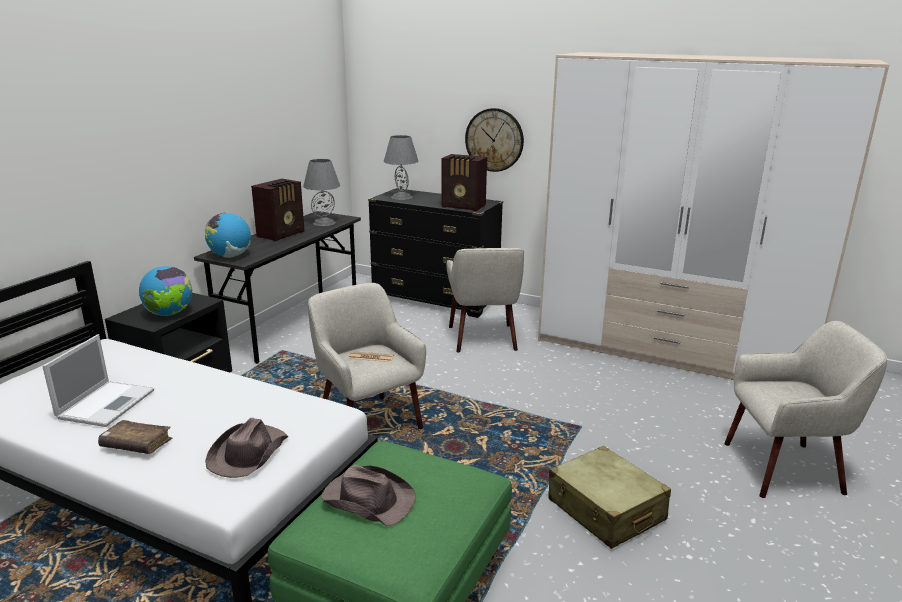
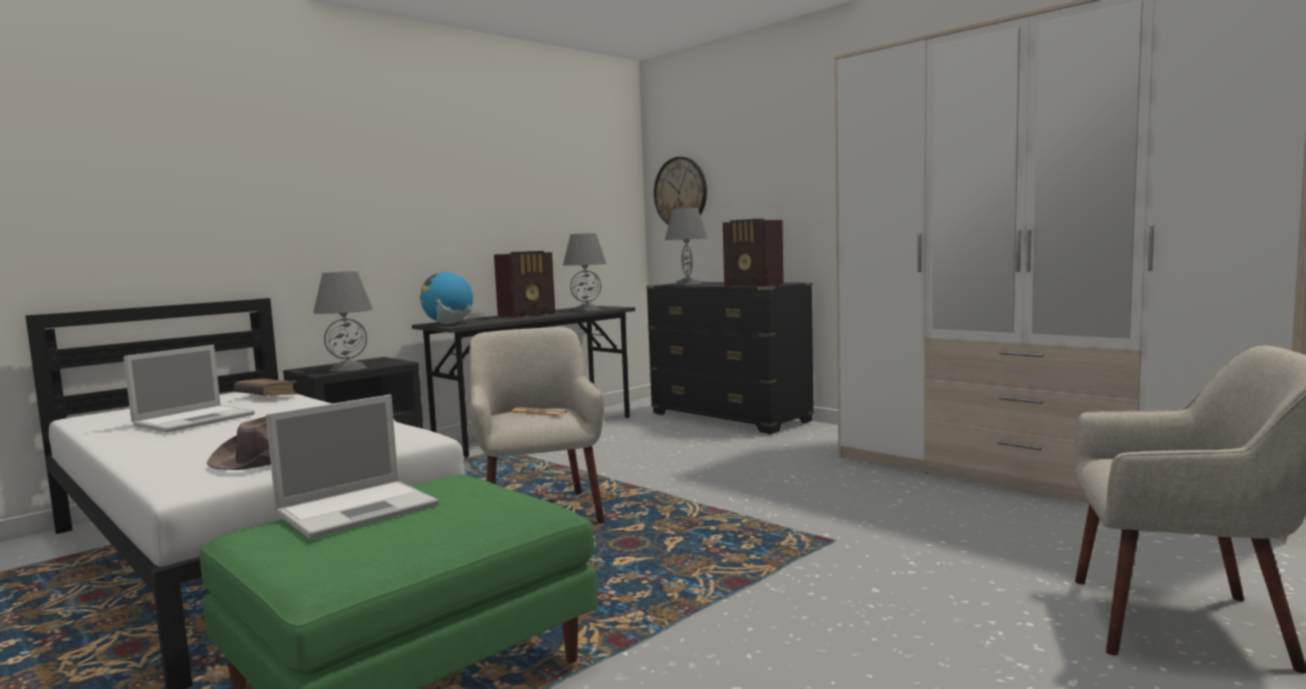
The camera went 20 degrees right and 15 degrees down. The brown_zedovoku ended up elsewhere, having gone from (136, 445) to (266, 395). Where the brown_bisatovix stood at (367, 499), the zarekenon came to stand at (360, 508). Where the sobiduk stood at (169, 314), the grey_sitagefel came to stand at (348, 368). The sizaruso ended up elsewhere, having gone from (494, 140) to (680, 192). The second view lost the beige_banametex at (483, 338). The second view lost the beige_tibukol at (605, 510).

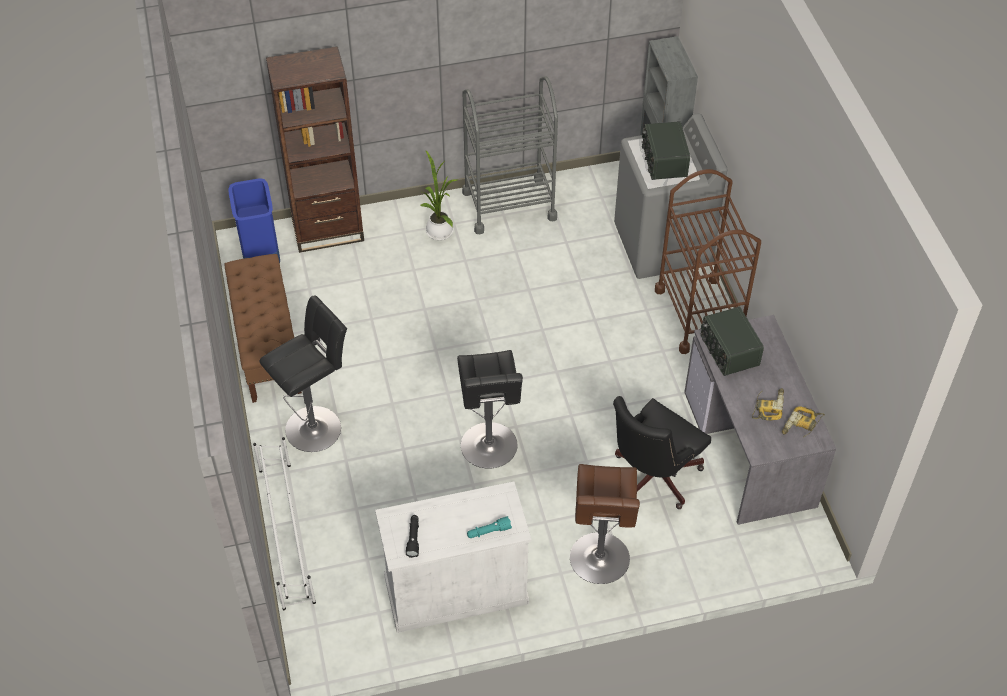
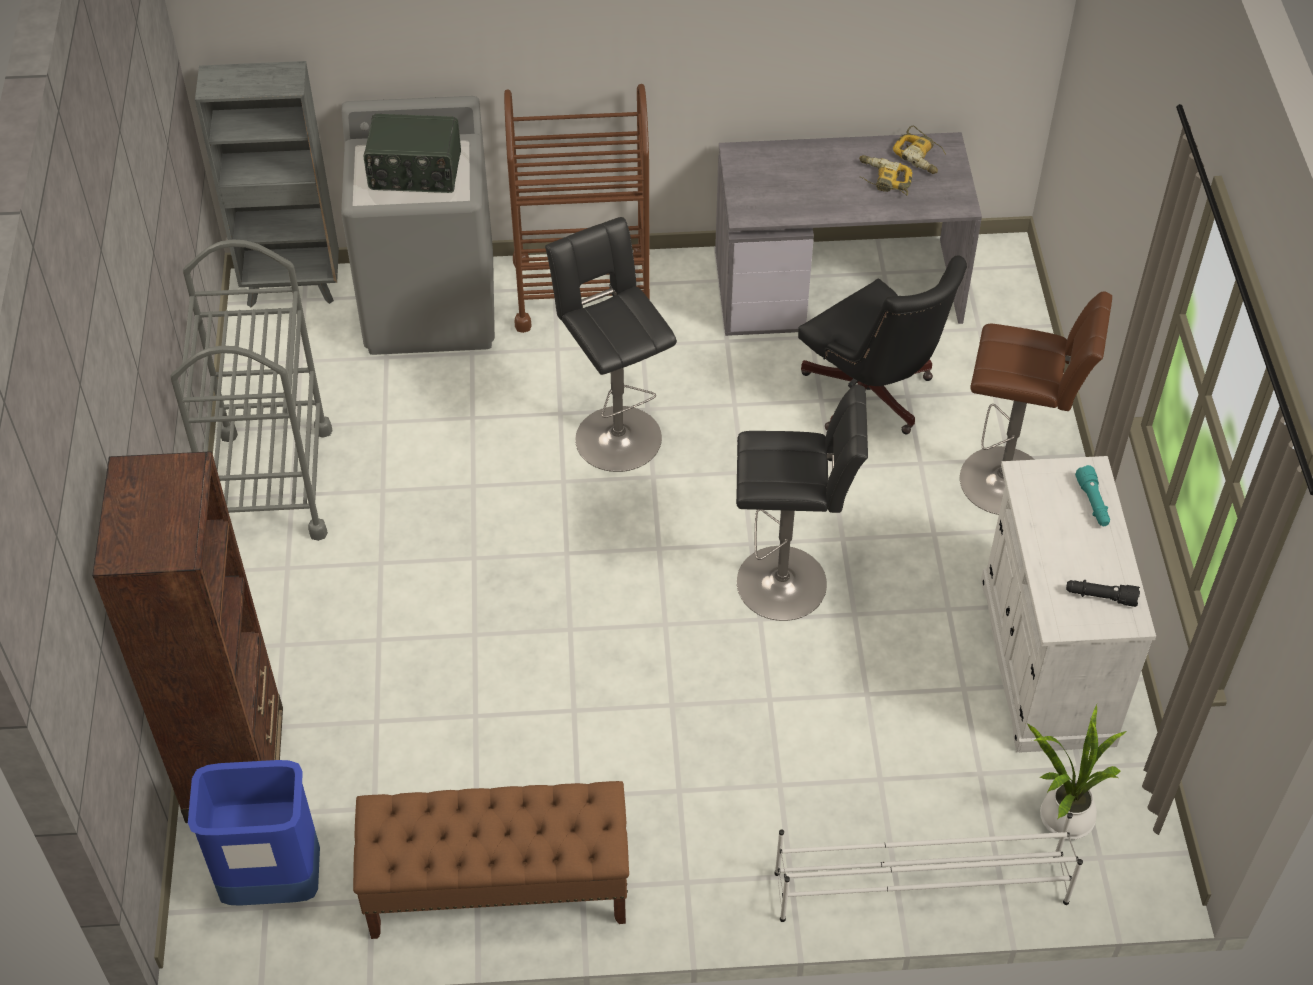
The camera went 80 degrees left and 0 degrees up. The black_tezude ended up elsewhere, having gone from (316, 426) to (615, 434). The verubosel ended up elsewhere, having gone from (439, 229) to (1061, 817). The second view lost the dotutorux at (728, 351).

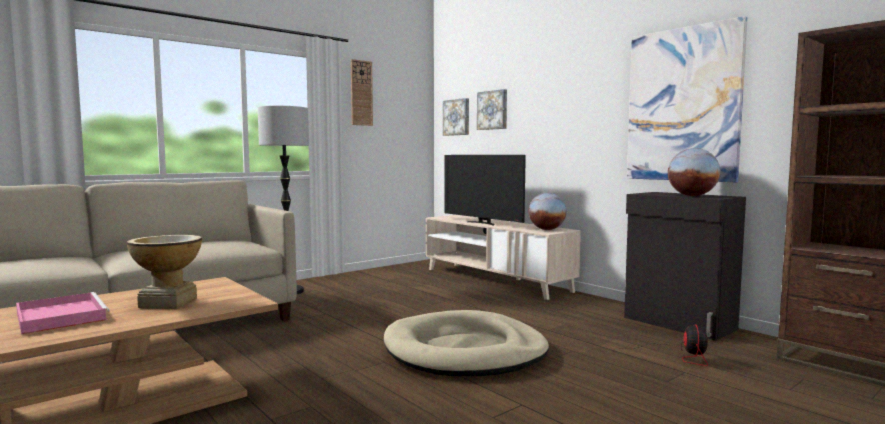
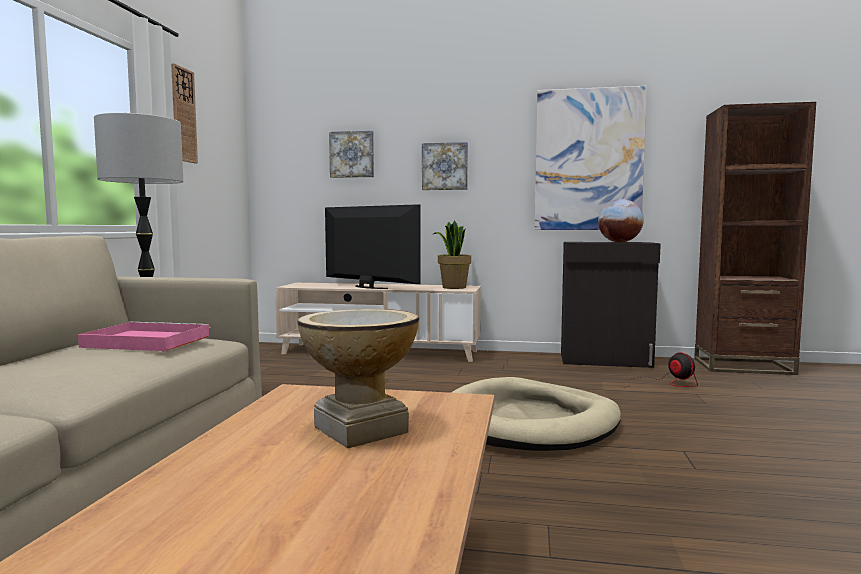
The camera went 40 degrees left and 0 degrees up. The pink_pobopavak ended up elsewhere, having gone from (60, 316) to (145, 341). The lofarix at (483, 223) ended up facing another way, 150 degrees counterclockwise from before. The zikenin ended up elsewhere, having gone from (457, 117) to (445, 166). Where the sobiduk stood at (546, 229), the verubosel came to stand at (453, 287).

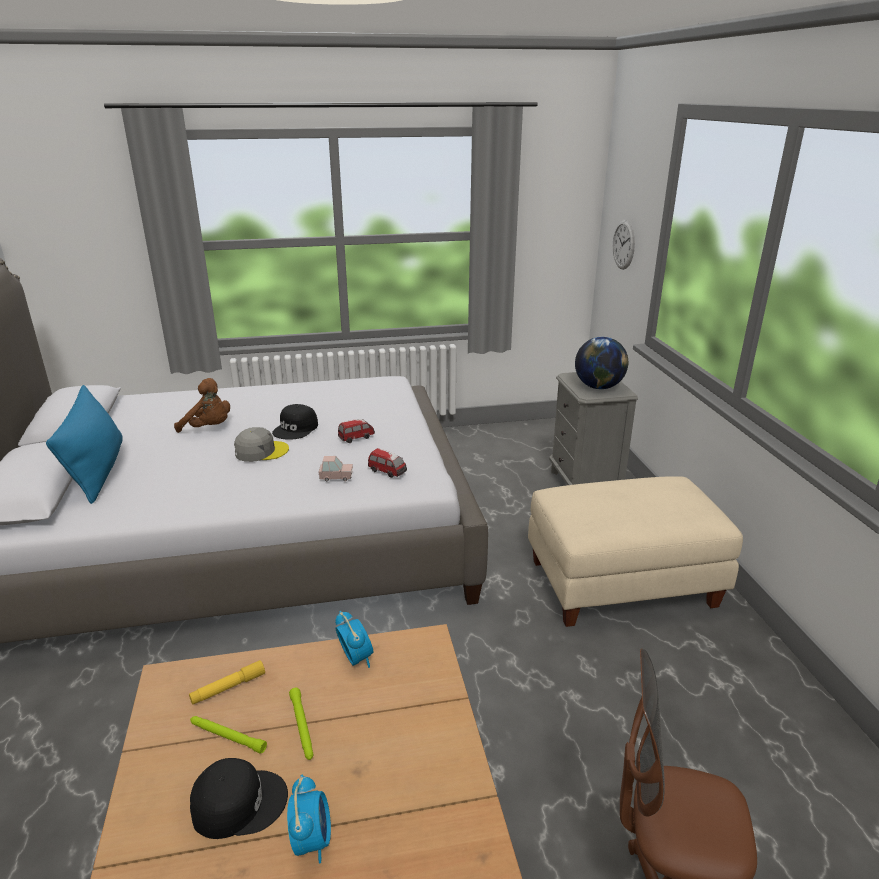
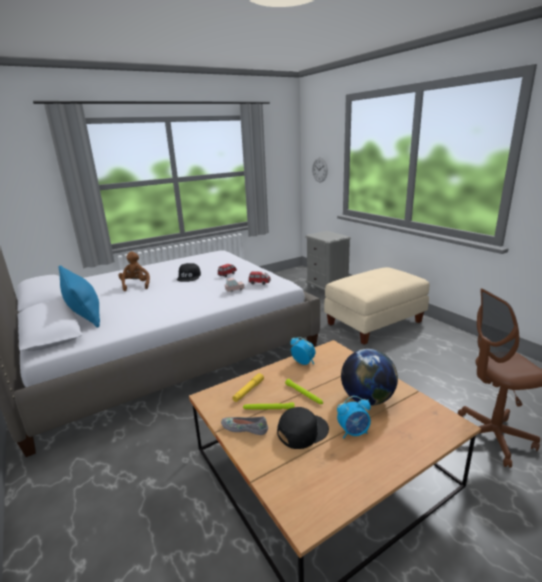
The camera went 20 degrees left and 5 degrees down. The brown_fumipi at (209, 428) ended up facing another way, 105 degrees counterclockwise from before. The second view gained the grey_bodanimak at (244, 428). The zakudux at (312, 840) ended up facing another way, 105 degrees clockwise from before. The sobiduk ended up elsewhere, having gone from (598, 387) to (367, 399). The second view lost the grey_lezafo at (261, 451).

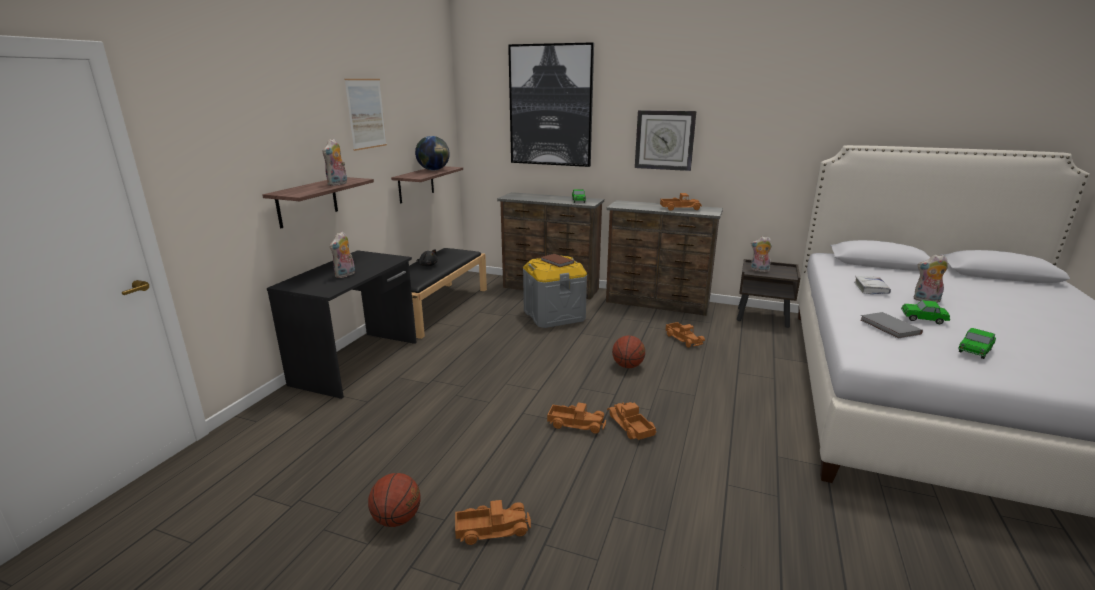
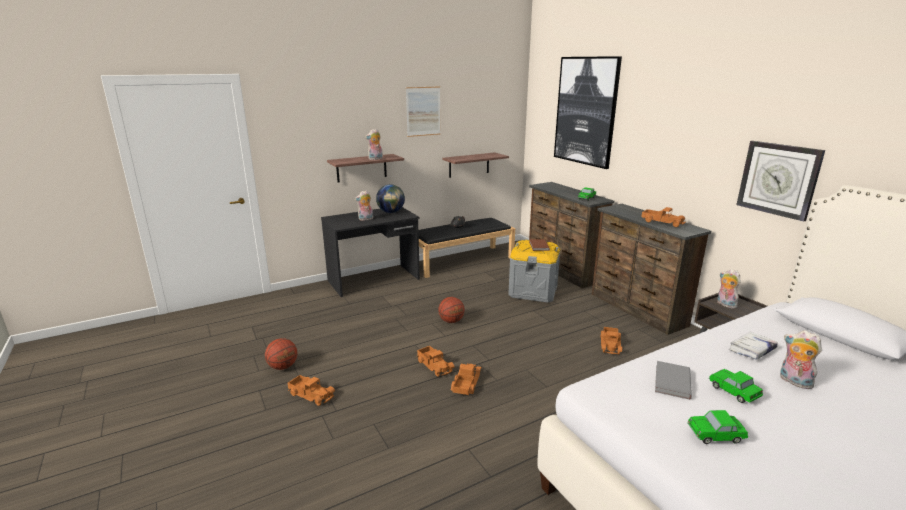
The camera went 40 degrees right and 0 degrees up. The sobiduk ended up elsewhere, having gone from (434, 170) to (391, 212). The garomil ended up elsewhere, having gone from (627, 366) to (451, 321). The sizaruso ended up elsewhere, having gone from (664, 140) to (778, 179).

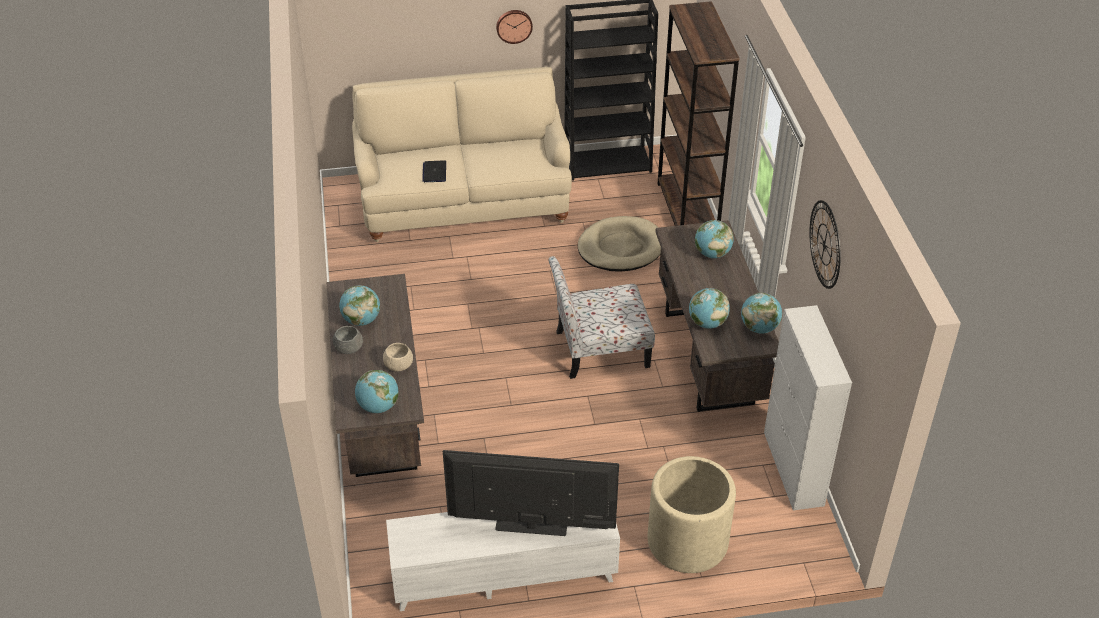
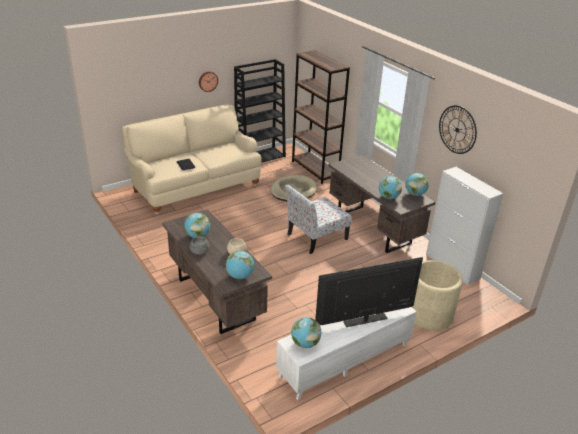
The camera went 25 degrees left and 10 degrees down. The sobiduk ended up elsewhere, having gone from (712, 254) to (305, 343).

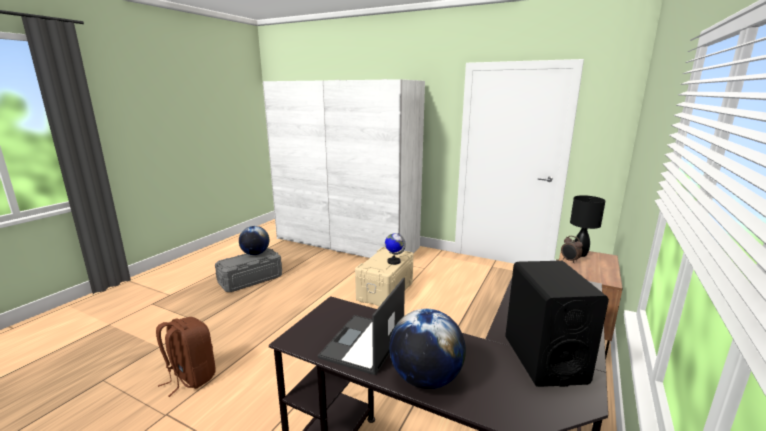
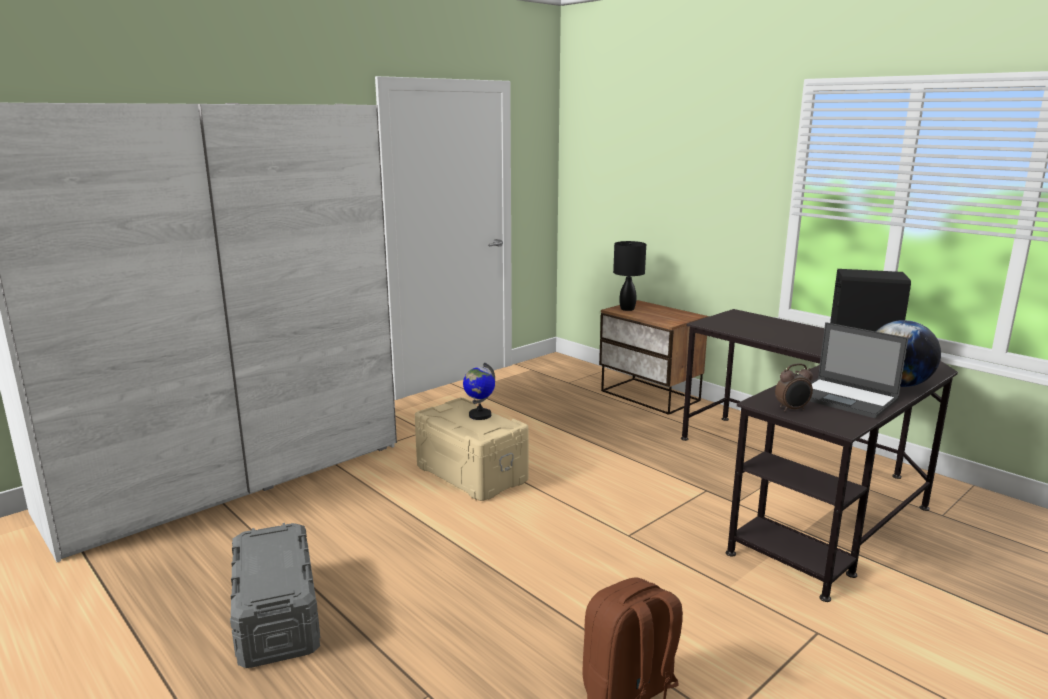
The camera went 70 degrees left and 0 degrees up. The zakudux ended up elsewhere, having gone from (569, 260) to (792, 409). The second view lost the sobiduk at (255, 254).

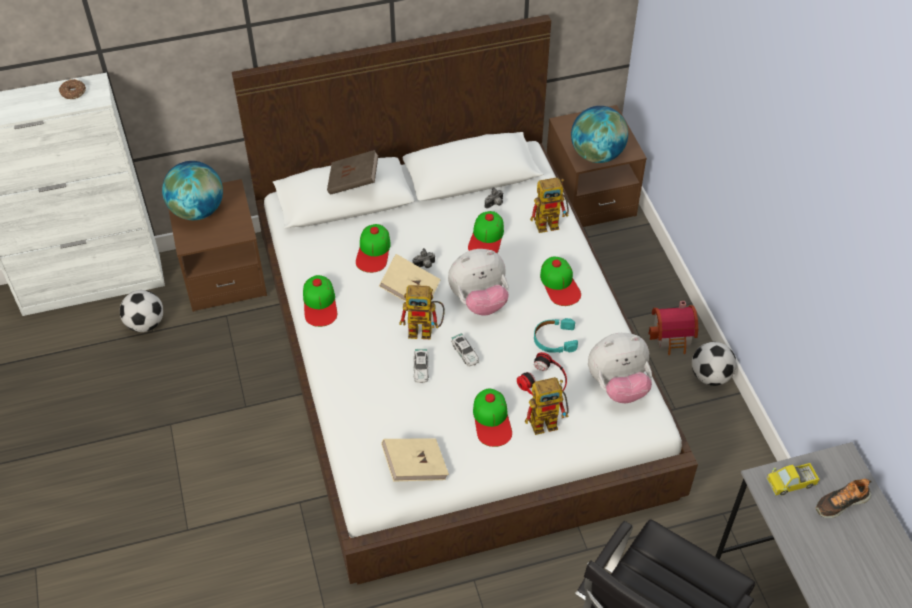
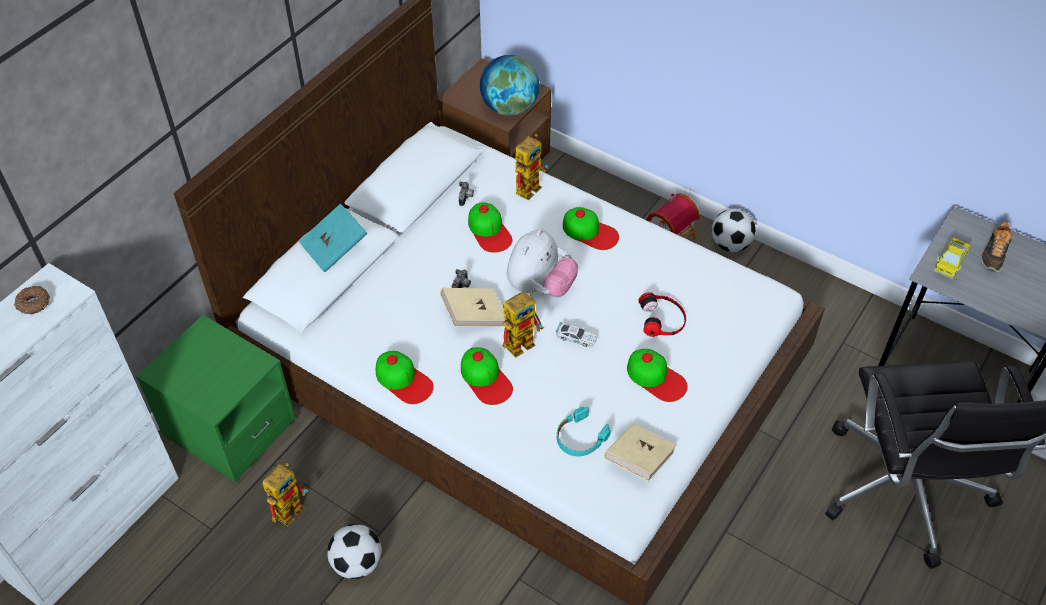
The camera went 40 degrees left and 0 degrees up. What was the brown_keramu at (223, 274) turned into the green_keramu at (229, 427). The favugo ended up elsewhere, having gone from (549, 421) to (291, 506). What was the brown_zedovoku at (353, 182) turned into the turquoise_zedovoku at (335, 248). The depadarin ended up elsewhere, having gone from (146, 324) to (357, 563). The lezafo ended up elsewhere, having gone from (373, 251) to (486, 379). The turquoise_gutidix ended up elsewhere, having gone from (554, 340) to (580, 438). The second view lost the sobiduk at (197, 211). The second view lost the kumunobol at (421, 368). The second view lost the fumipi at (618, 386).

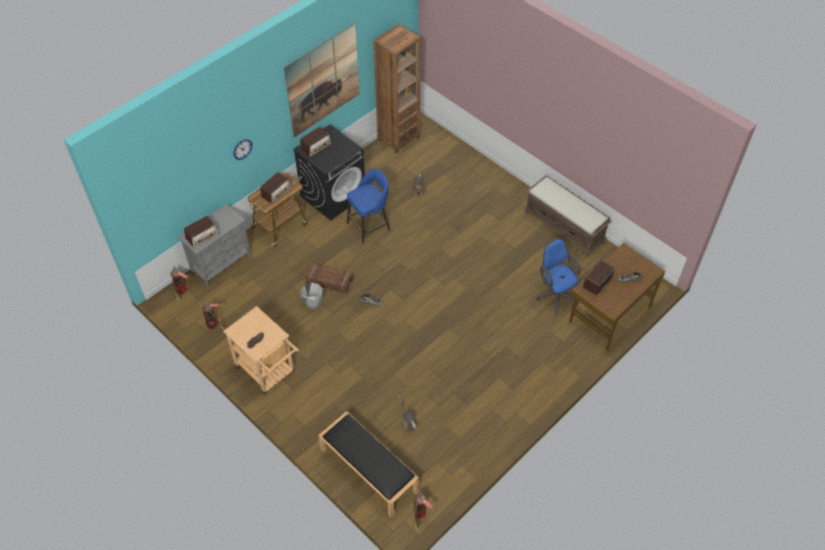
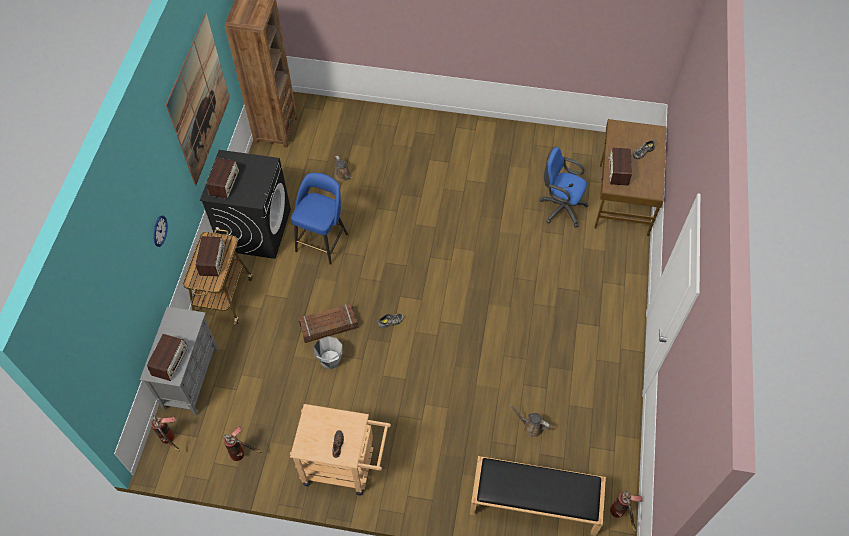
The camera went 35 degrees left and 5 degrees up. The second view lost the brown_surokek at (564, 227).

